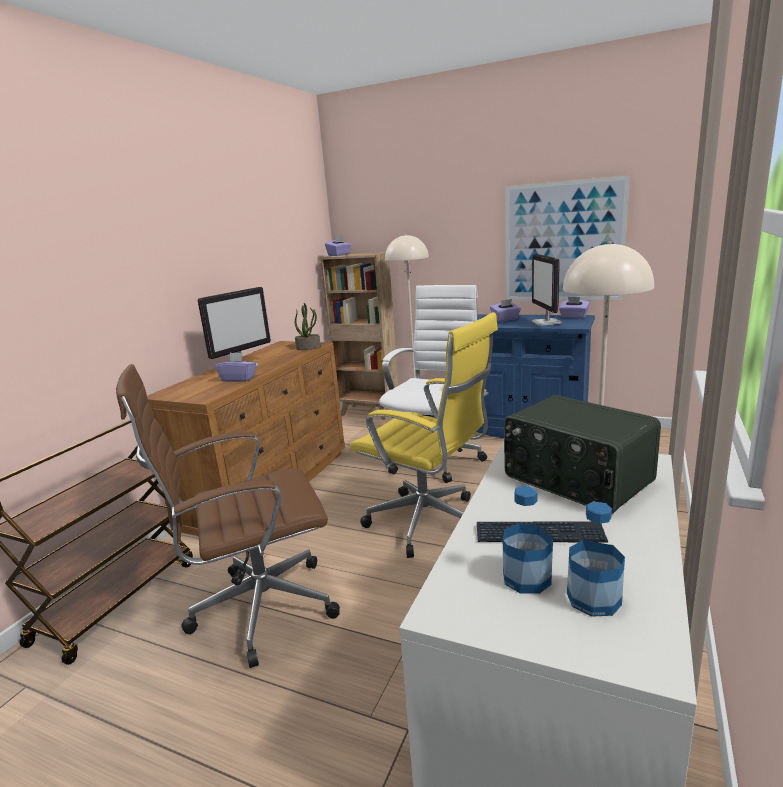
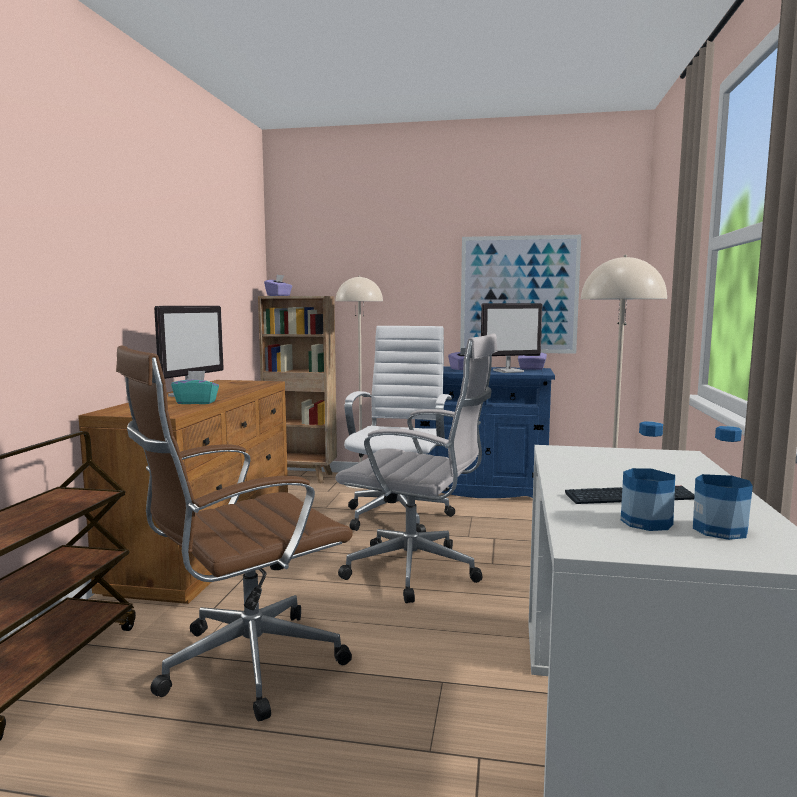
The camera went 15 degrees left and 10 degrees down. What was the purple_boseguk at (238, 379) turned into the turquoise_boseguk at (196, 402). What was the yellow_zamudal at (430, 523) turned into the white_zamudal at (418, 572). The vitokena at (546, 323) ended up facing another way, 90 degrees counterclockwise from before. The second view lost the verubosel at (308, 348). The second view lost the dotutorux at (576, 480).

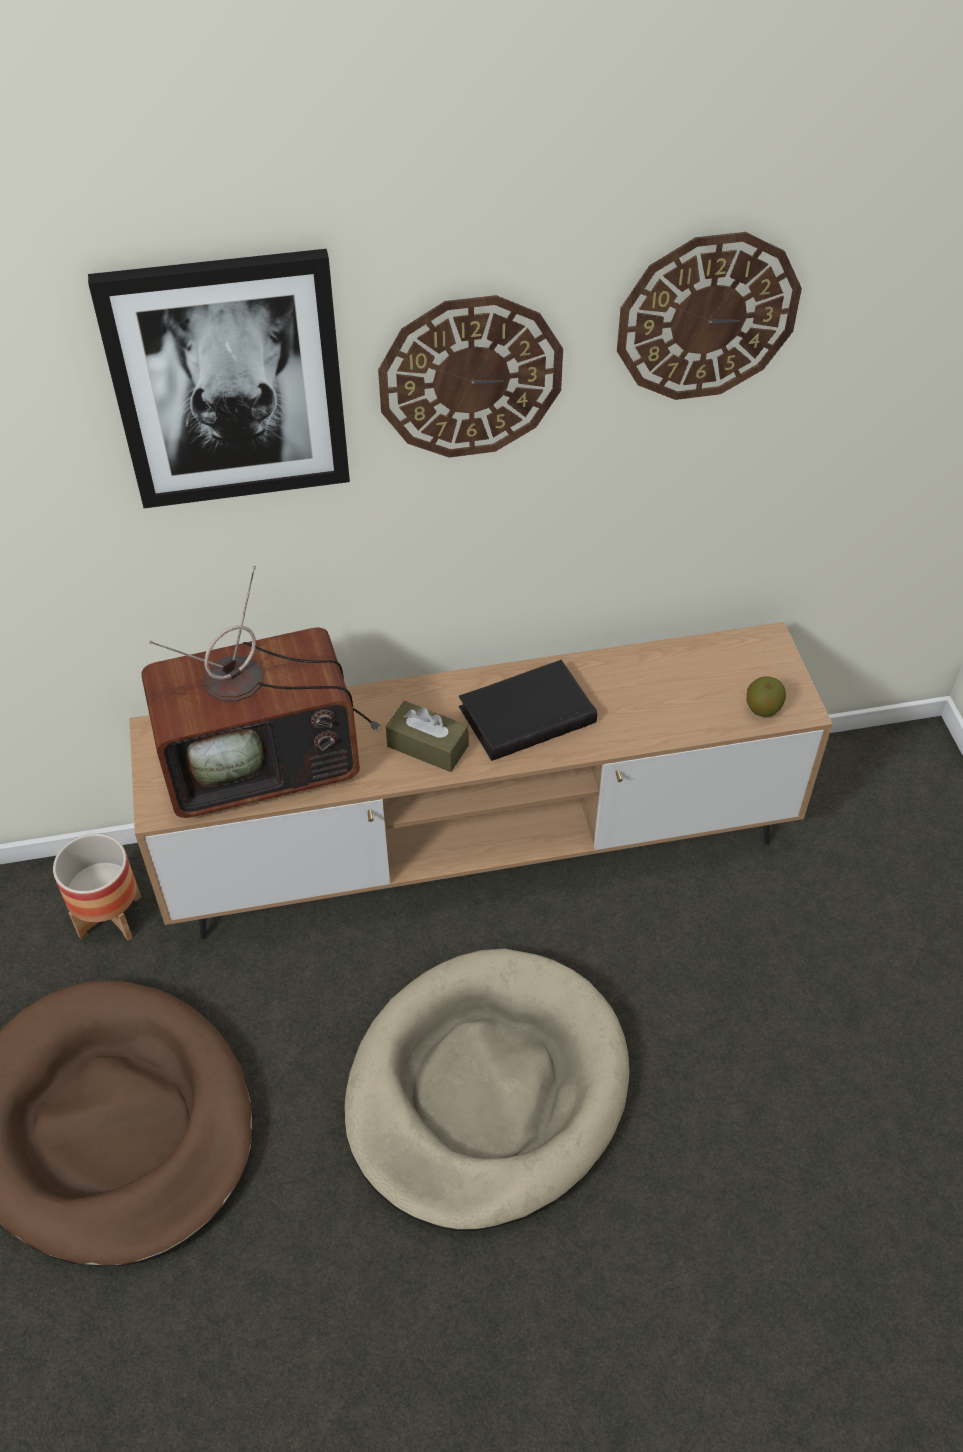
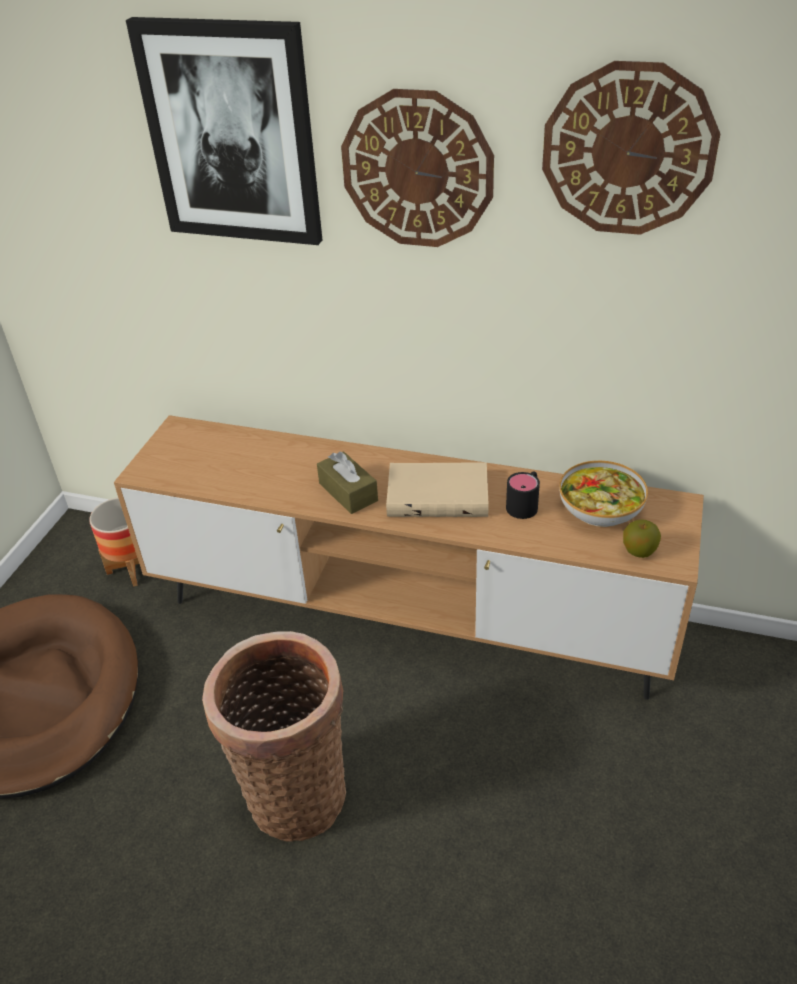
The camera went 30 degrees right and 10 degrees down. Where the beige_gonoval stood at (486, 1091), the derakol came to stand at (294, 791). What was the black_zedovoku at (526, 713) turned into the beige_zedovoku at (438, 493). The second view gained the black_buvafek at (525, 503). The second view gained the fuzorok at (600, 507). The second view lost the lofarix at (266, 760).

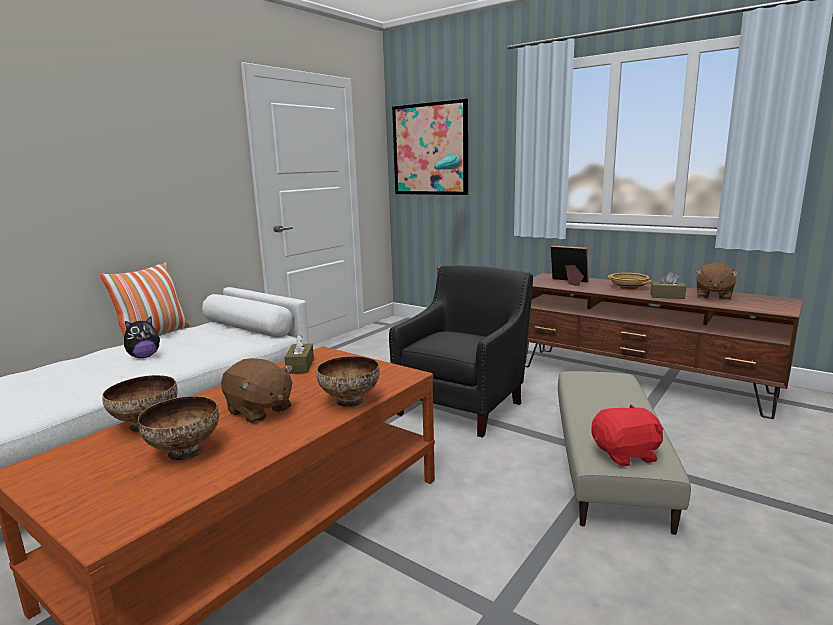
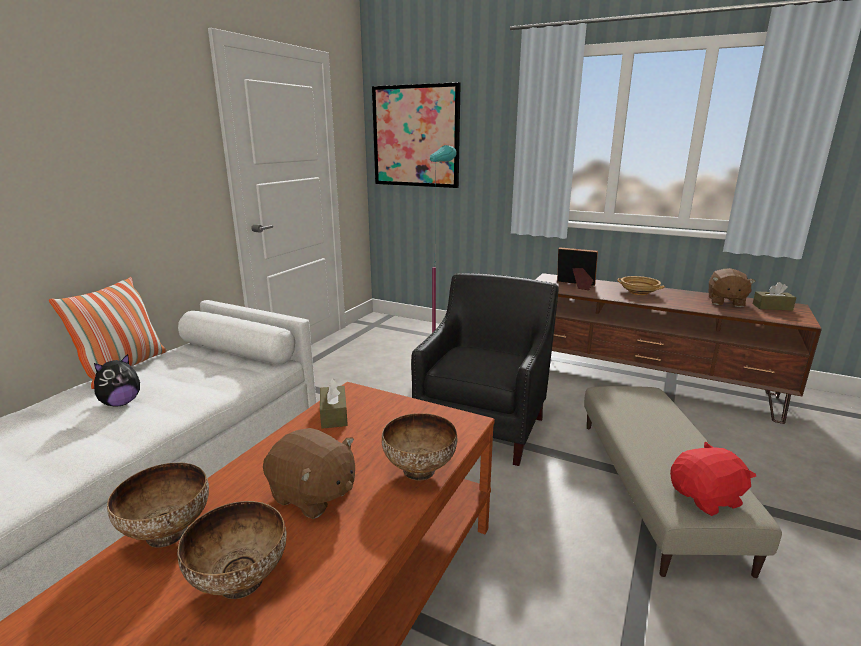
The camera went 10 degrees left and 5 degrees up. The brown_boseguk ended up elsewhere, having gone from (667, 296) to (772, 307).

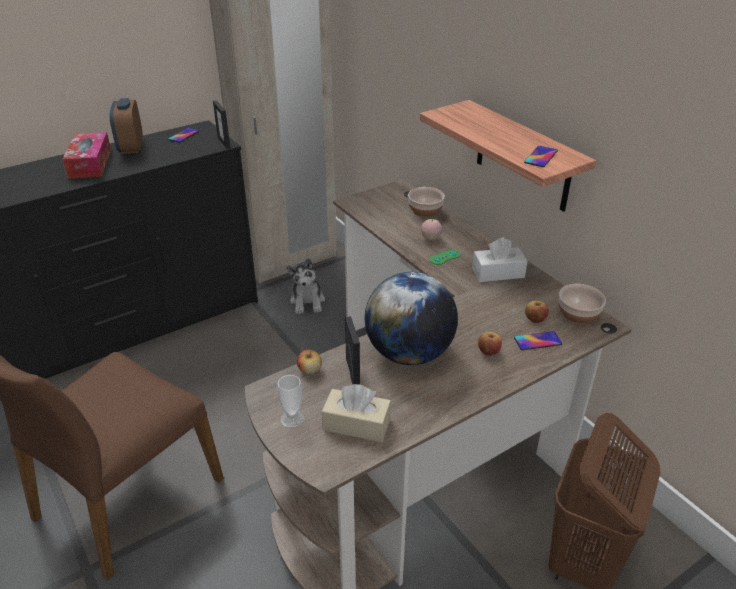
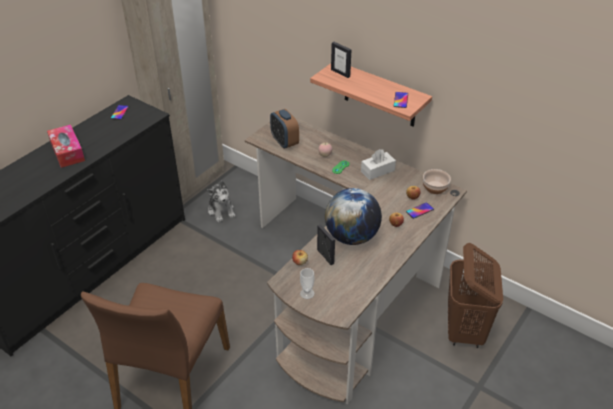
The camera went 20 degrees left and 5 degrees up. The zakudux ended up elsewhere, having gone from (131, 148) to (284, 142). The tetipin ended up elsewhere, having gone from (224, 142) to (340, 73). The second view lost the beige_boseguk at (356, 424). The second view lost the fuzorok at (425, 211).

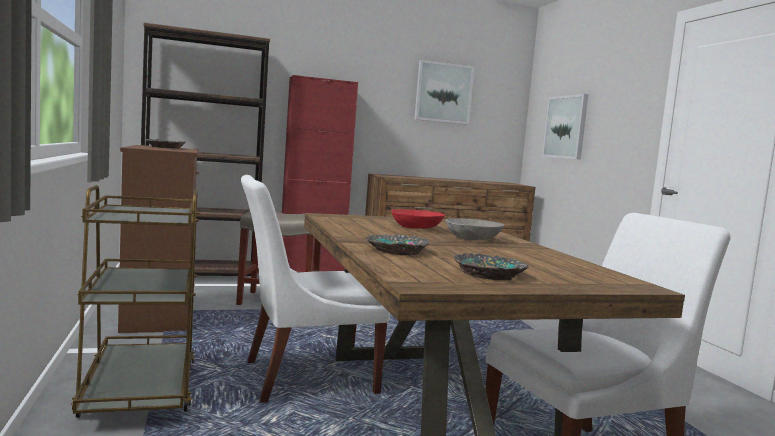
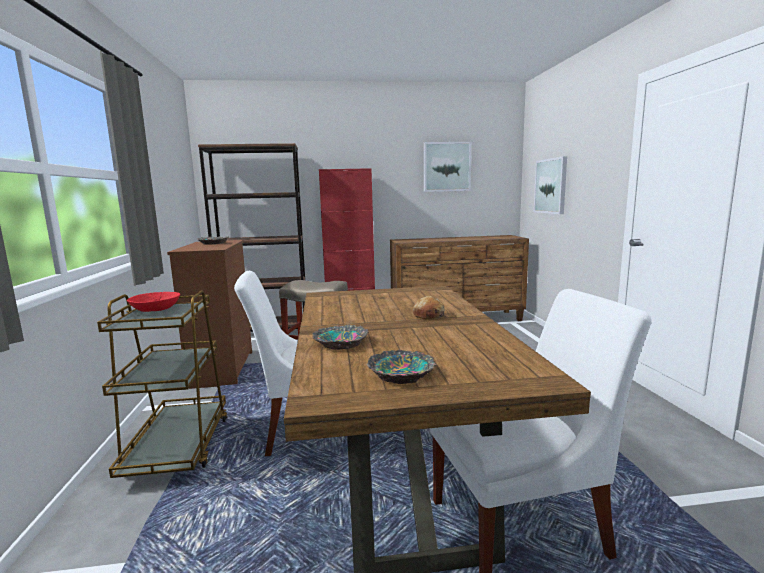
The camera went 10 degrees right and 5 degrees up. The red_fuzorok ended up elsewhere, having gone from (417, 228) to (156, 310). Where the grey_fuzorok stood at (473, 239), the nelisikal came to stand at (429, 315).

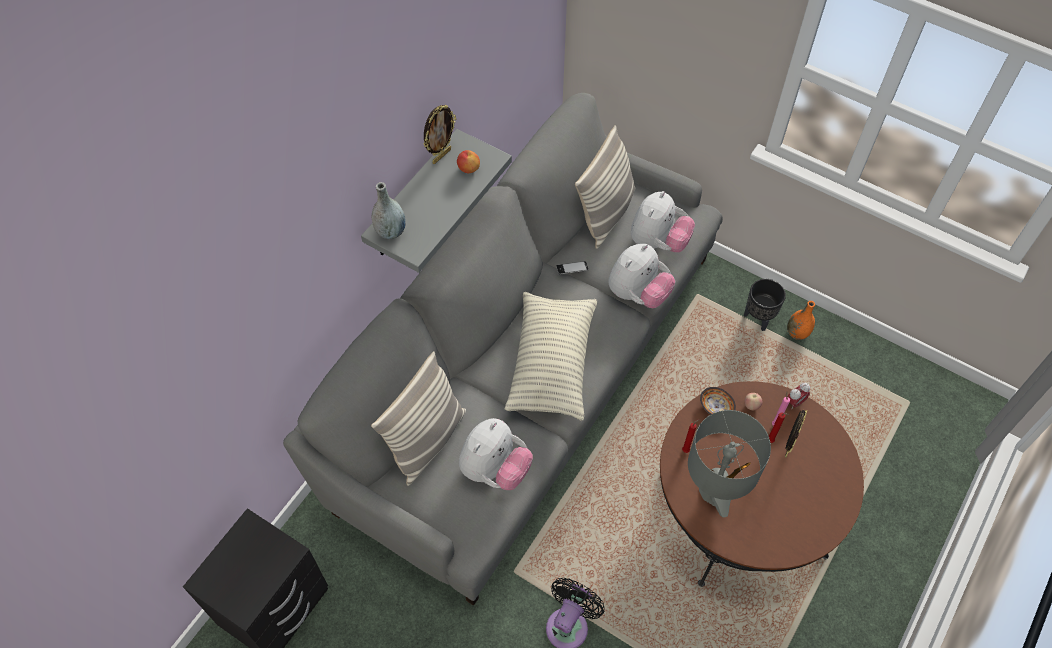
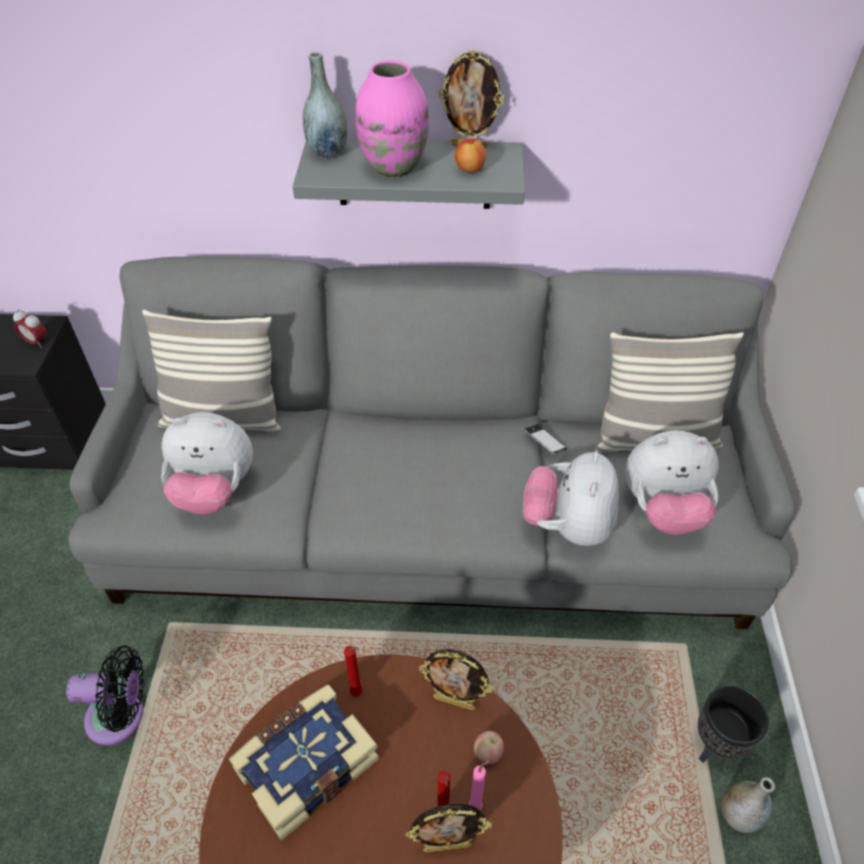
The camera went 60 degrees right and 10 degrees down. The zakudux ended up elsewhere, having gone from (795, 402) to (36, 342). Where the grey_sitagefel stood at (713, 492), the zedovoku came to stand at (305, 763). The second view gained the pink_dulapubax at (394, 167). Where the fuzorok stood at (716, 406), the tetipin came to stand at (454, 702). The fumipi at (638, 293) ended up facing another way, 90 degrees clockwise from before. What was the orange_dulapubax at (797, 333) turned into the grey_dulapubax at (737, 815). The second view lost the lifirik at (552, 363).

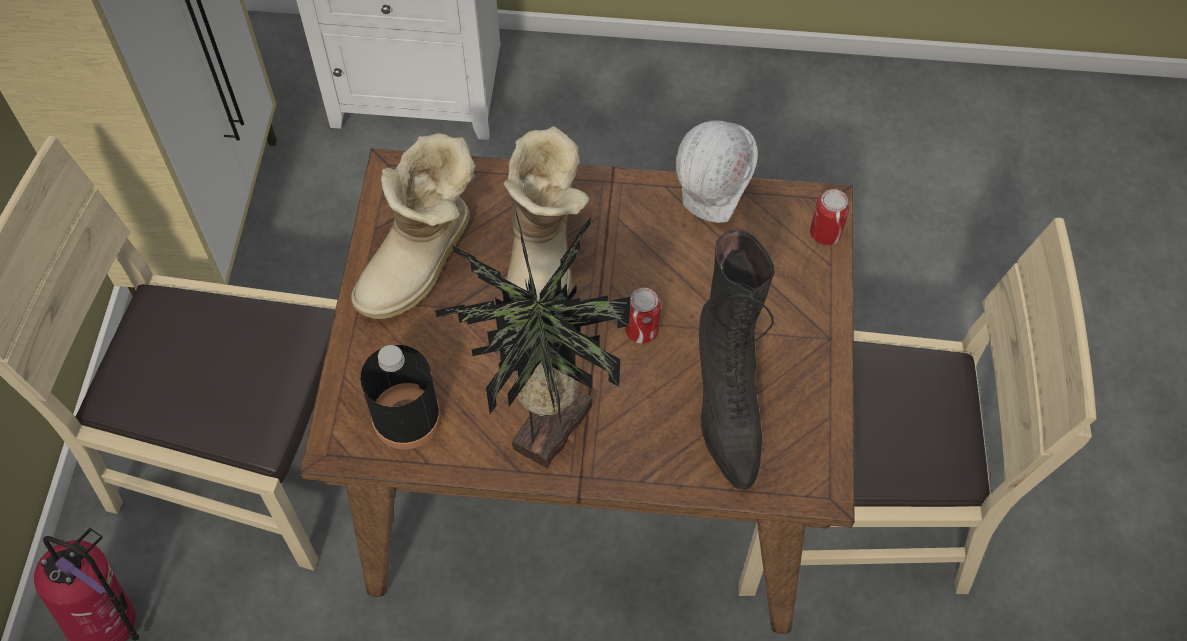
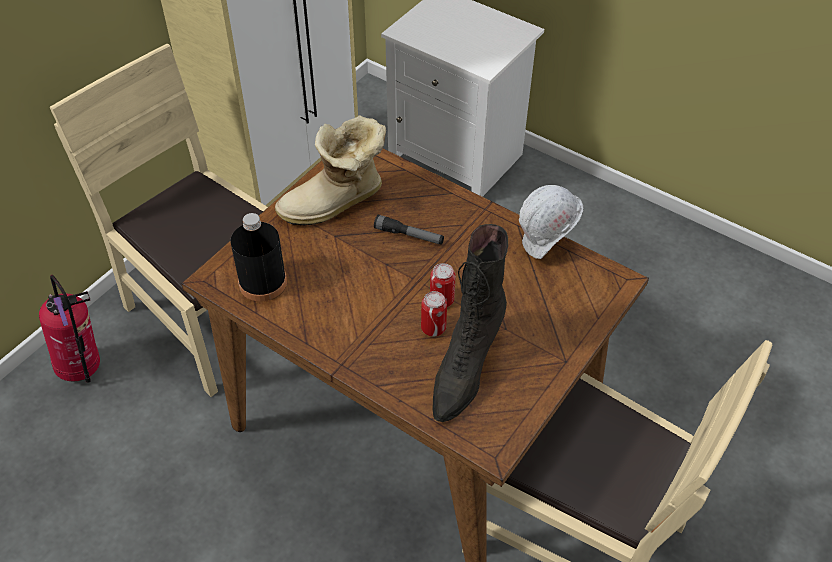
The camera went 30 degrees right and 10 degrees down. Where the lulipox stood at (544, 262), the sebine came to stand at (409, 235). The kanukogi ended up elsewhere, having gone from (825, 233) to (433, 328). The second view lost the verubosel at (546, 426).

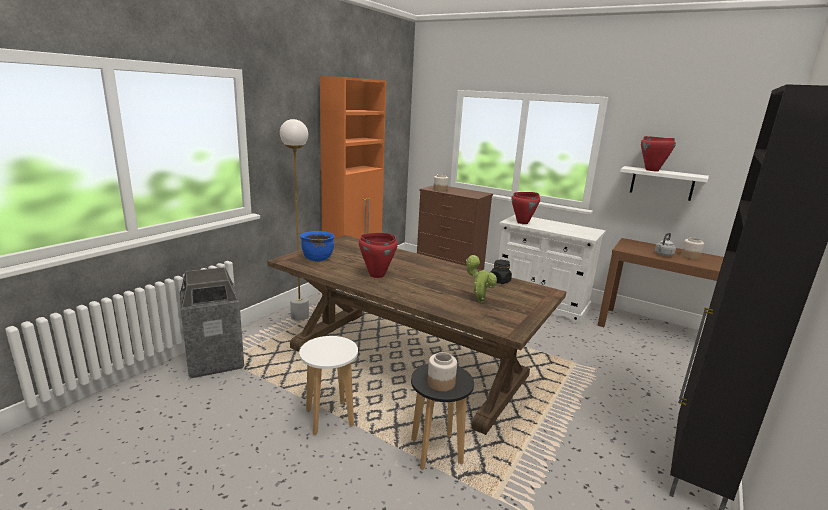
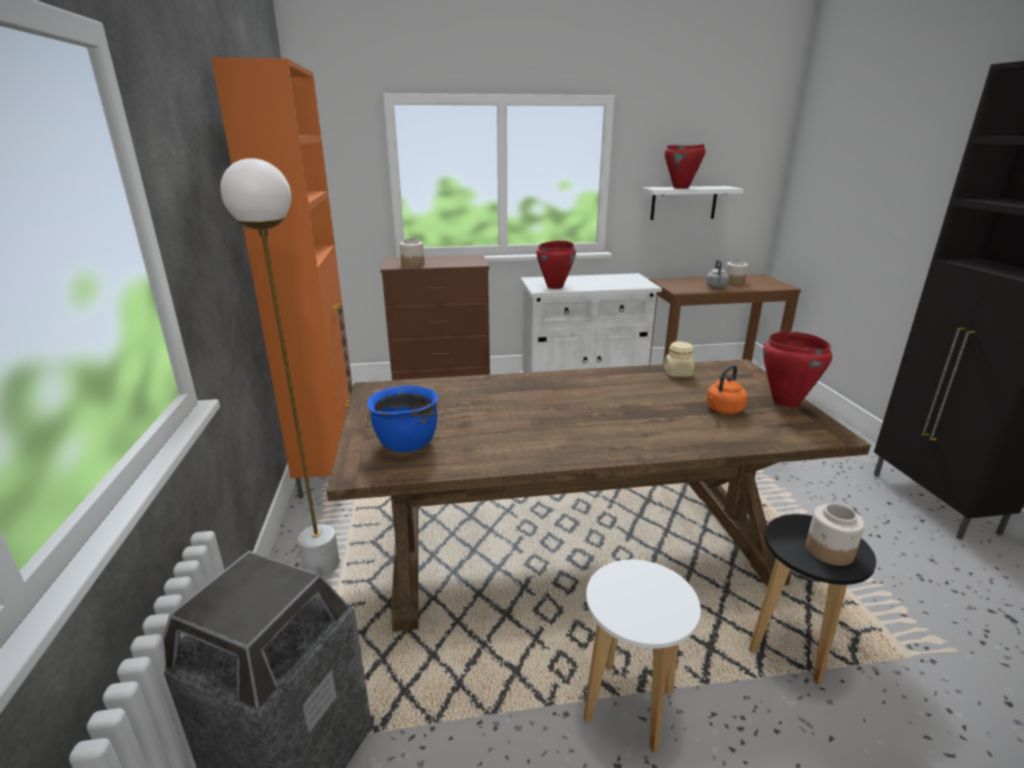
The camera went 40 degrees left and 5 degrees up. What was the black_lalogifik at (500, 281) turned into the beige_lalogifik at (678, 373). Where the verubosel stood at (479, 300), the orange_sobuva came to stand at (723, 410). The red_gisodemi ended up elsewhere, having gone from (376, 275) to (785, 402).

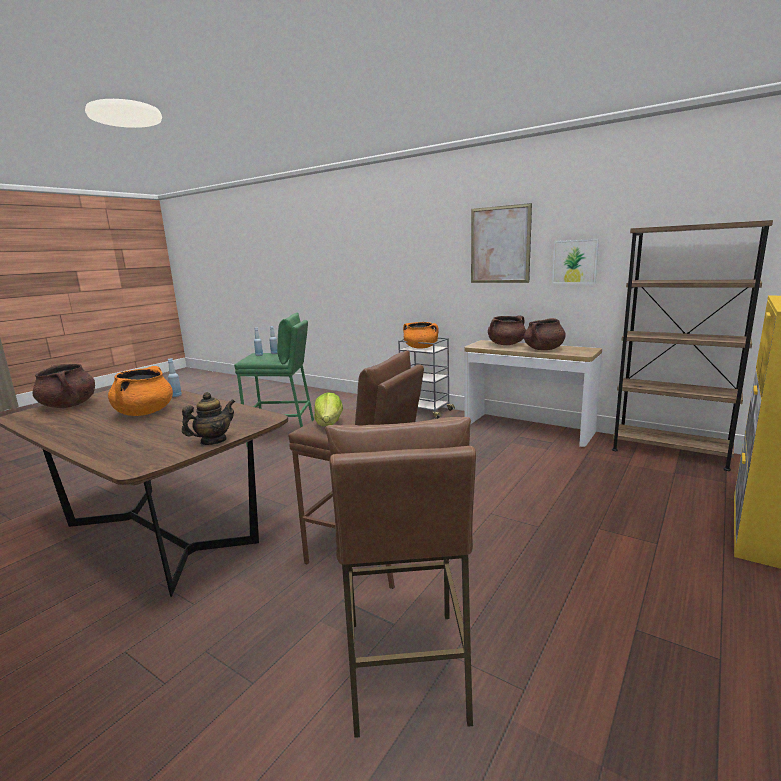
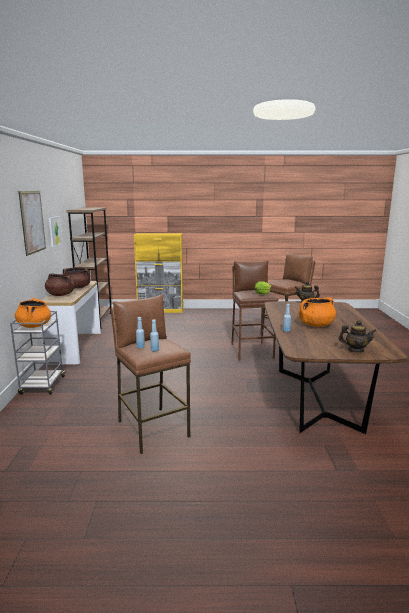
The camera went 125 degrees left and 0 degrees up. What was the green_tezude at (283, 437) turned into the brown_tezude at (152, 429). Where the brown_gisodemi stood at (69, 405), the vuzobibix came to stand at (355, 350).

